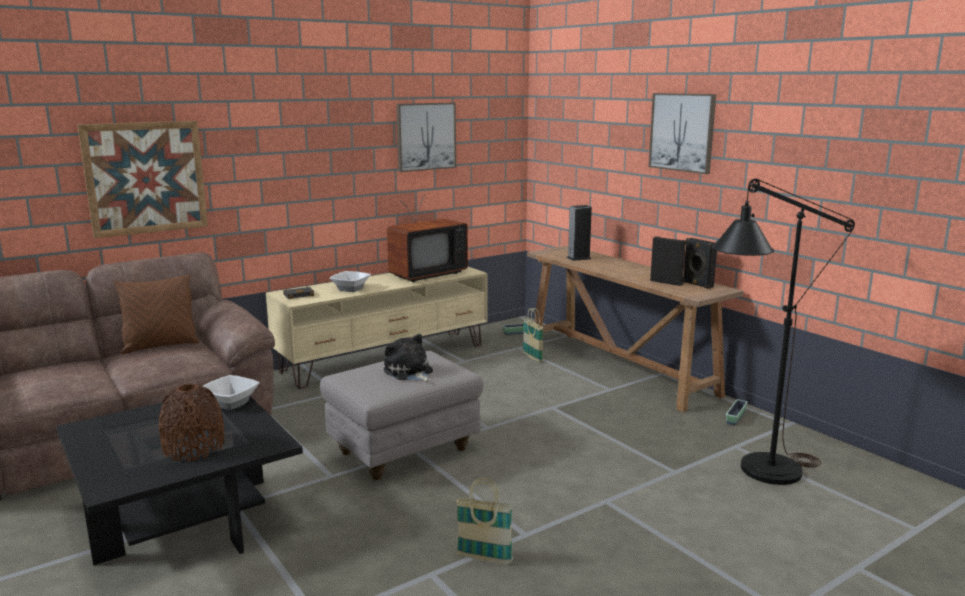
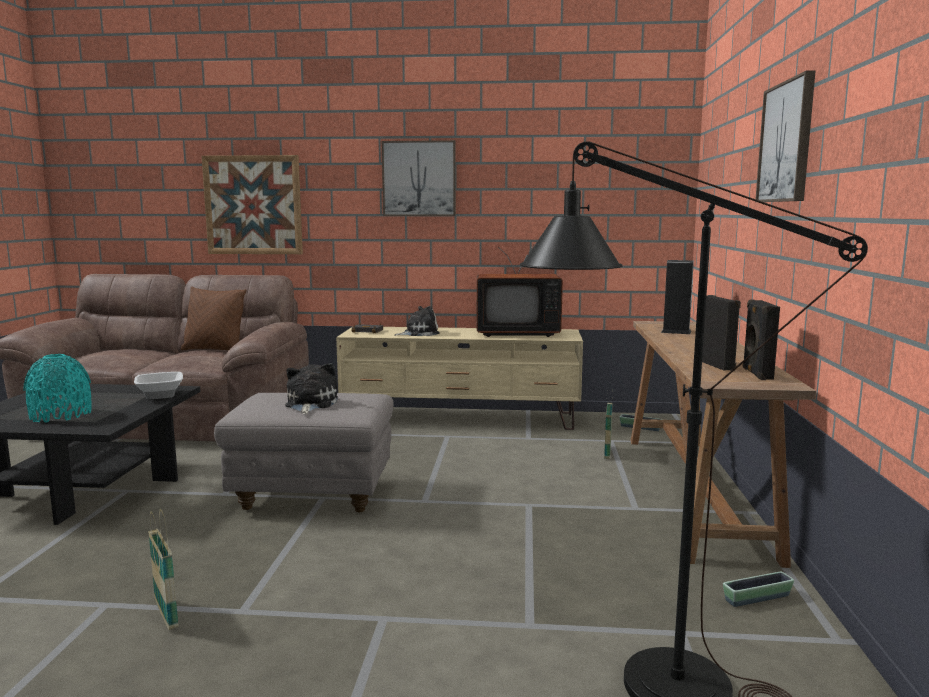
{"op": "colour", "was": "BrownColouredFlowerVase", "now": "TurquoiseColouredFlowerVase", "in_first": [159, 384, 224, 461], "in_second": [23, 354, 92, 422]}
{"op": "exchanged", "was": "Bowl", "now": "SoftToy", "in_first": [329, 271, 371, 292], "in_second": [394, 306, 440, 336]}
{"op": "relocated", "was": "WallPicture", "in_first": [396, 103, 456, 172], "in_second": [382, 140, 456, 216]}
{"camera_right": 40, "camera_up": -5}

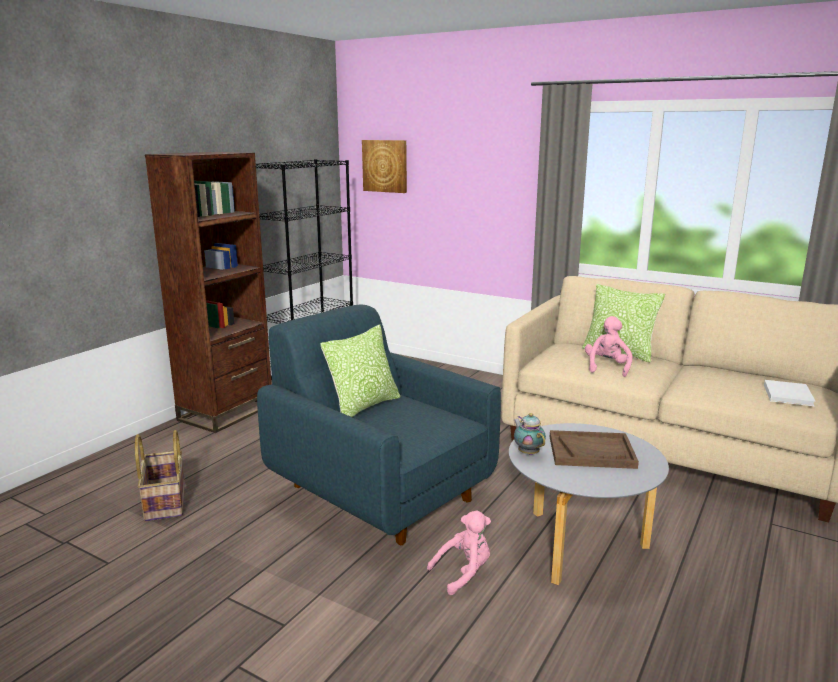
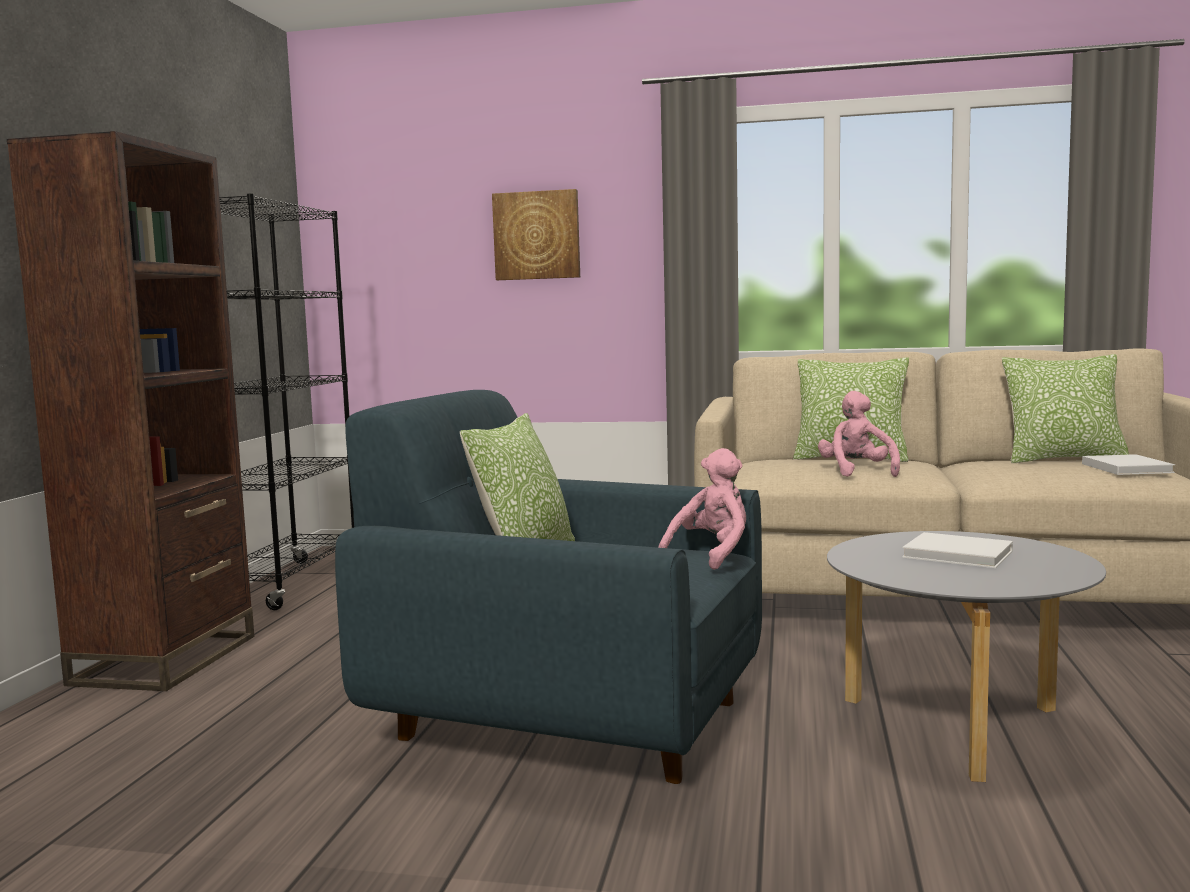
{"op": "missing", "was": "HouseholdBasket", "in_first": [135, 430, 185, 522]}
{"op": "relocated", "was": "WallPicture", "in_first": [362, 140, 407, 193], "in_second": [492, 189, 580, 280]}
{"op": "relocated", "was": "PinkSoftToy", "in_first": [427, 510, 491, 595], "in_second": [658, 448, 746, 570]}
{"op": "missing", "was": "Teapot", "in_first": [514, 413, 546, 455]}
{"op": "exchanged", "was": "BrownColouredTray", "now": "WhiteBook", "in_first": [550, 430, 639, 469], "in_second": [902, 532, 1013, 568]}
{"op": "appeared", "now": "Cushion", "in_second": [1002, 354, 1129, 463]}
{"camera_right": -20, "camera_up": -10}

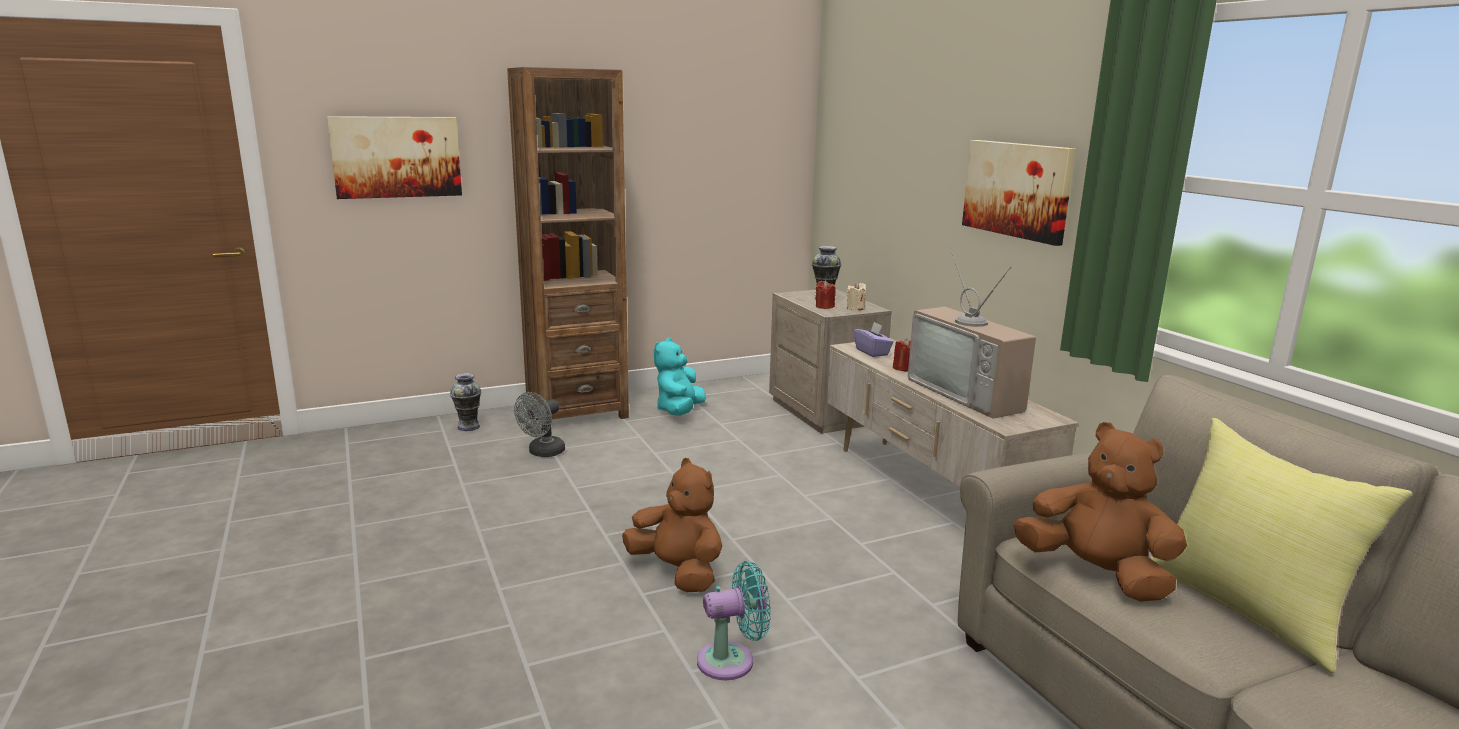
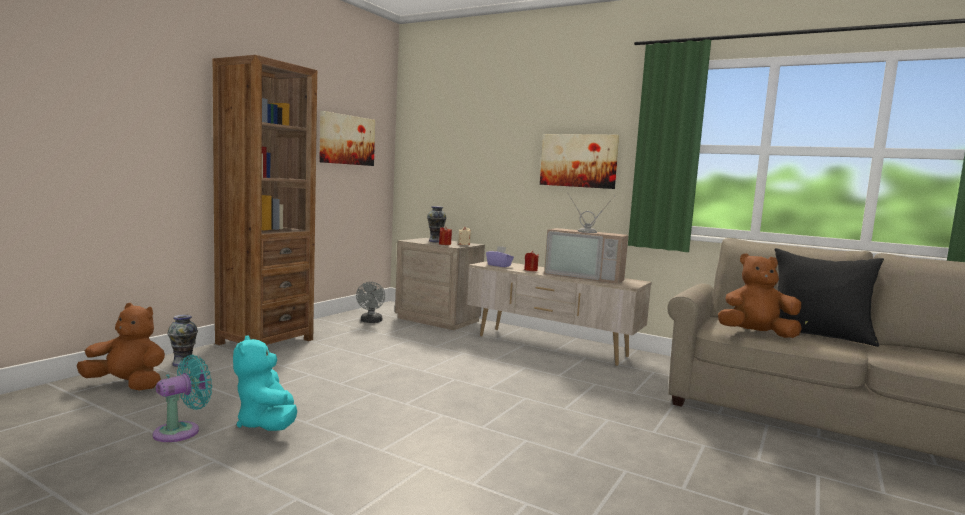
{"op": "relocated", "was": "WallPicture", "in_first": [327, 116, 462, 199], "in_second": [319, 111, 375, 166]}
{"op": "relocated", "was": "GreyFan", "in_first": [514, 392, 565, 457], "in_second": [356, 282, 385, 323]}
{"op": "relocated", "was": "BrownColouredSoftToy", "in_first": [622, 458, 722, 592], "in_second": [77, 303, 165, 390]}
{"op": "relocated", "was": "TurquoiseColouredSoftToy", "in_first": [654, 338, 706, 416], "in_second": [233, 336, 297, 431]}
{"op": "relocated", "was": "TurquoiseColouredFan", "in_first": [697, 561, 771, 680], "in_second": [153, 354, 212, 442]}
{"op": "colour", "was": "YellowColouredCushion", "now": "BlackCushion", "in_first": [1150, 418, 1412, 673], "in_second": [771, 248, 884, 347]}
{"camera_right": -35, "camera_up": -10}

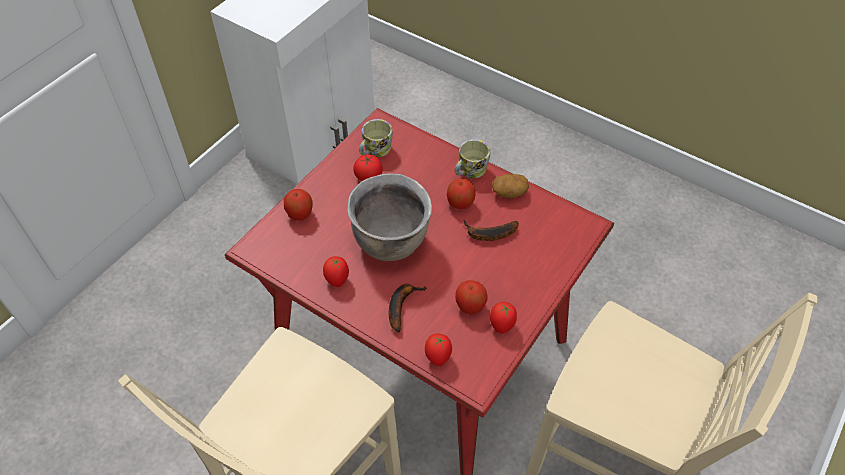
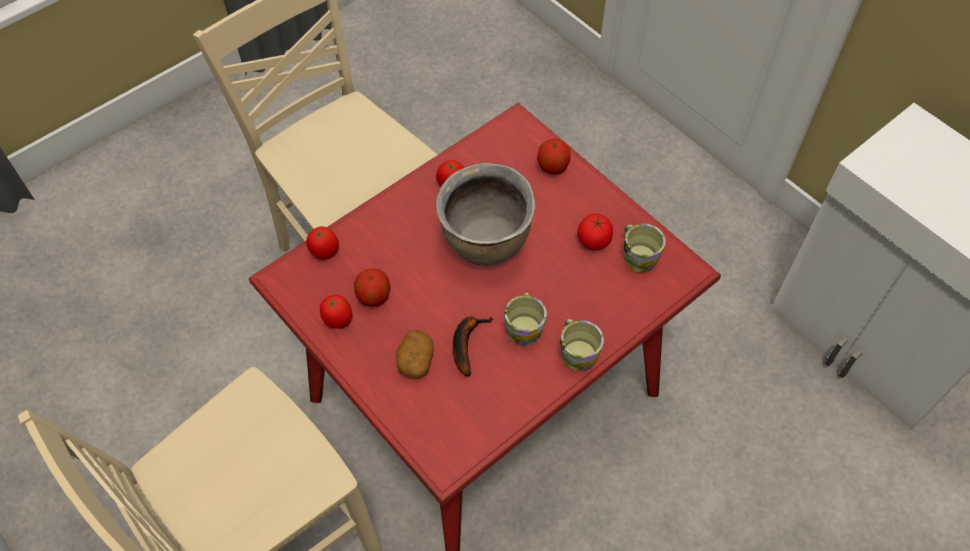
{"op": "missing", "was": "Banana", "in_first": [389, 284, 427, 332]}
{"op": "exchanged", "was": "WholeApple", "now": "CoffeeMug", "in_first": [447, 178, 475, 209], "in_second": [504, 292, 547, 346]}
{"op": "relocated", "was": "Potato", "in_first": [492, 174, 529, 198], "in_second": [396, 330, 434, 378]}
{"camera_right": 105, "camera_up": 5}

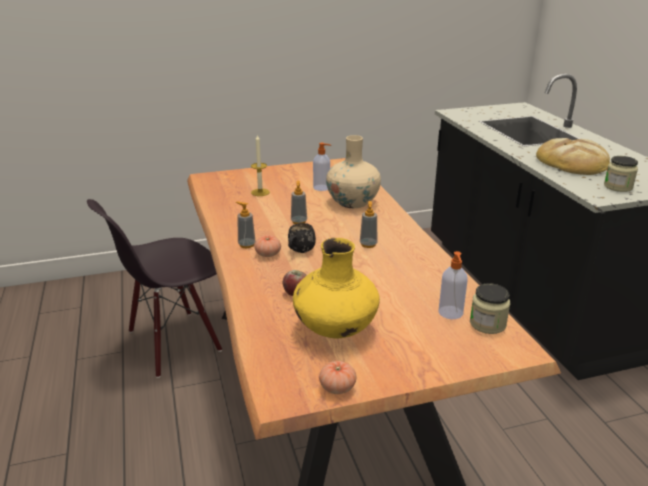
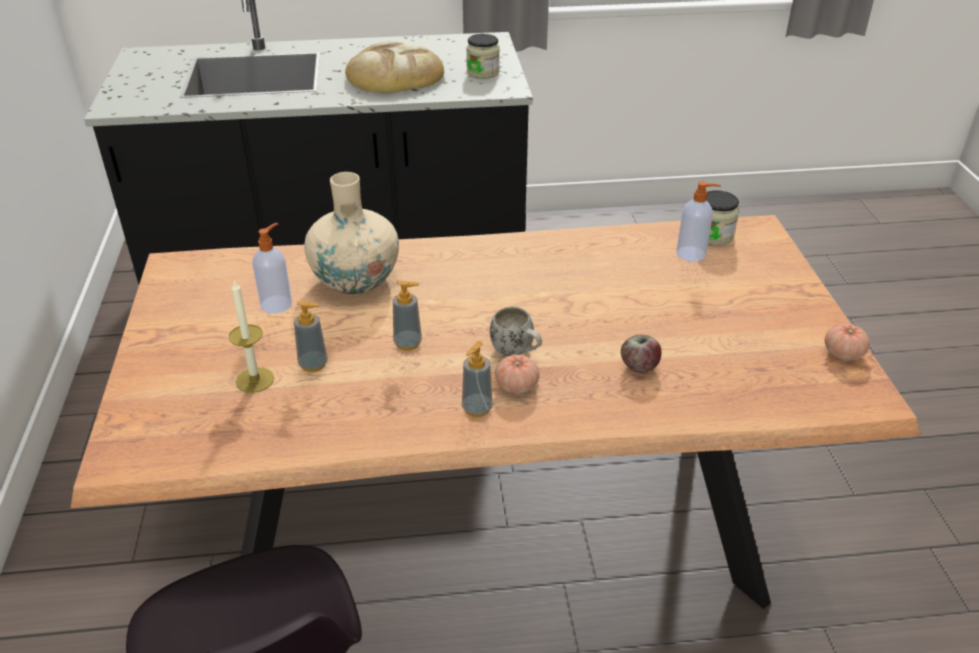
{"op": "colour", "was": "BlackCoffeeMug", "now": "WhiteCoffeeMug", "in_first": [288, 223, 316, 253], "in_second": [490, 306, 542, 356]}
{"op": "missing", "was": "YellowColouredFlowerVase", "in_first": [293, 238, 380, 338]}
{"op": "relocated", "was": "SoapBottle", "in_first": [360, 201, 377, 248], "in_second": [294, 301, 328, 372]}
{"camera_right": -80, "camera_up": 10}

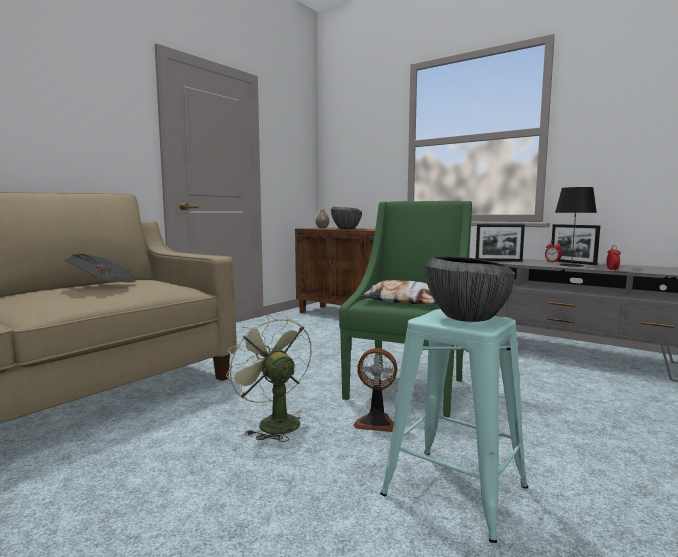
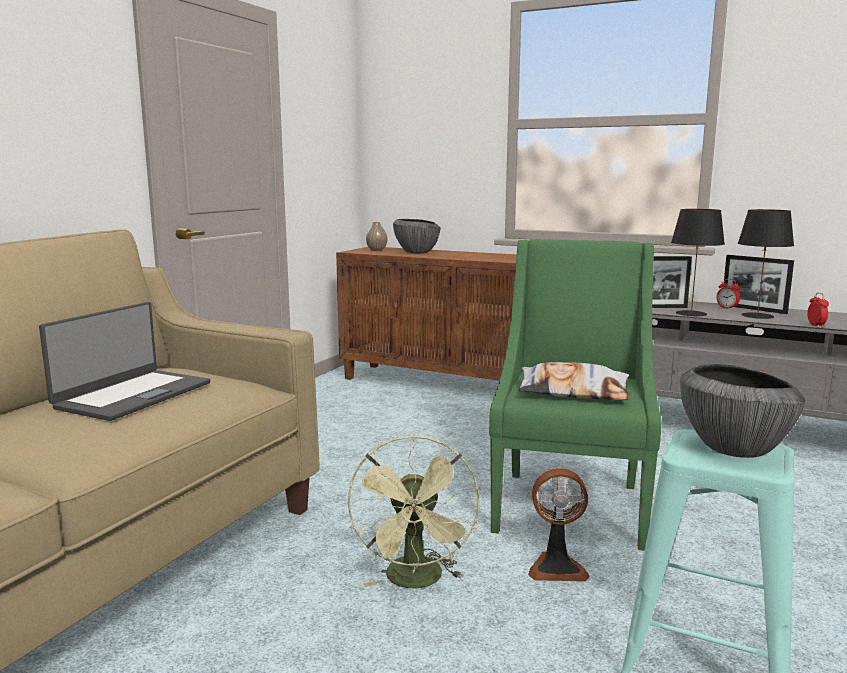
{"op": "exchanged", "was": "Newspaper", "now": "Laptop", "in_first": [65, 254, 136, 282], "in_second": [39, 302, 210, 421]}
{"op": "spun", "was": "GreenColouredFan", "in_first": [226, 315, 312, 442], "in_second": [348, 435, 480, 588], "clockwise": -135}
{"op": "appeared", "now": "BlackTableLamp", "in_second": [671, 209, 725, 316]}
{"camera_right": -10, "camera_up": 5}

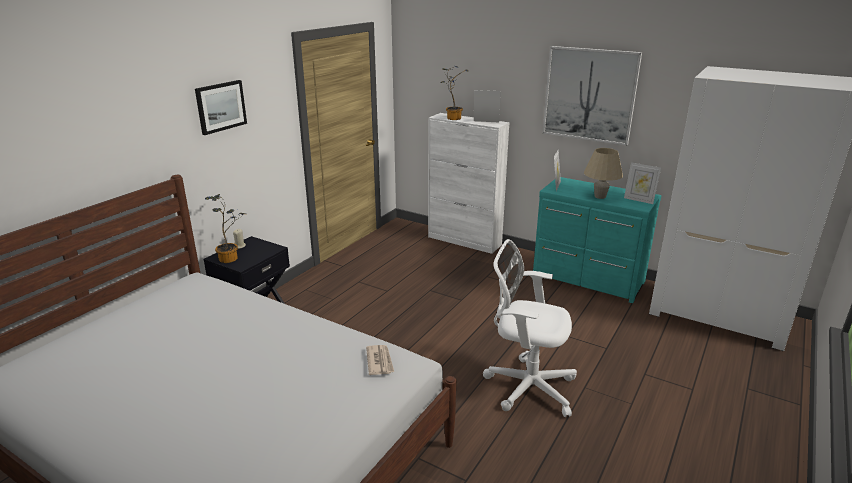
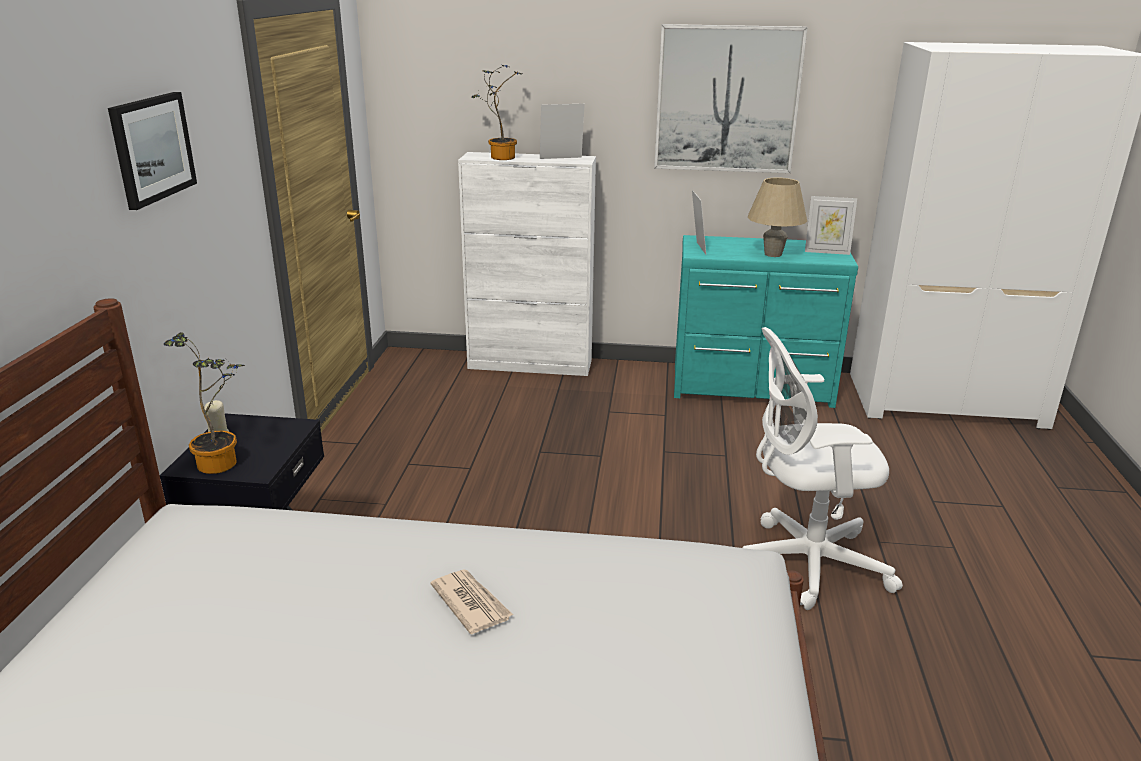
{"op": "relocated", "was": "Newspaper", "in_first": [366, 345, 394, 375], "in_second": [430, 569, 513, 634]}
{"camera_right": -25, "camera_up": 0}

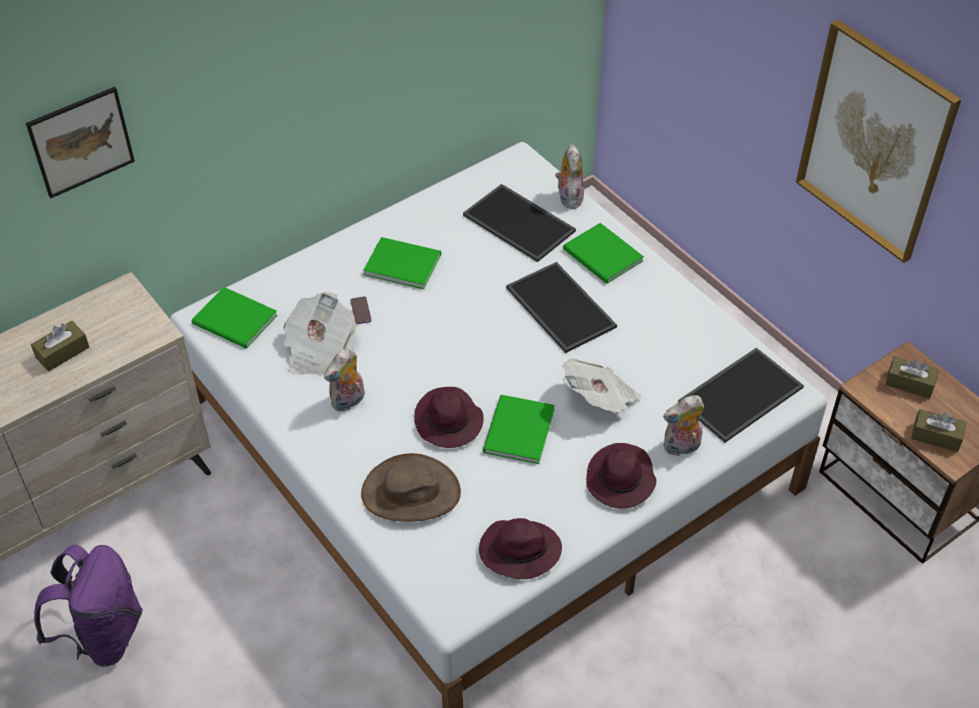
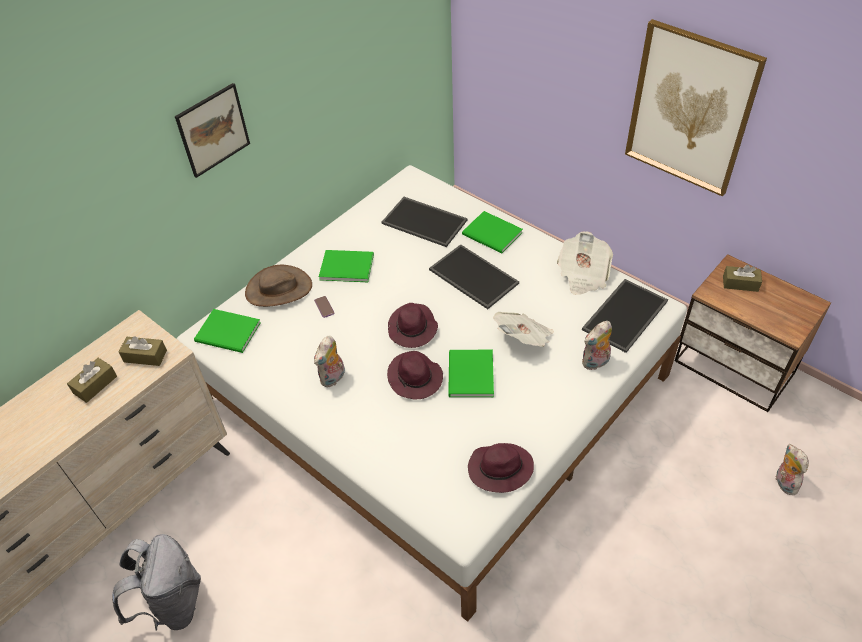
{"op": "relocated", "was": "WallPicture", "in_first": [26, 87, 135, 198], "in_second": [175, 83, 250, 178]}
{"op": "colour", "was": "PurpleColouredRucksack", "now": "GreyRucksack", "in_first": [34, 545, 143, 667], "in_second": [112, 534, 201, 631]}
{"op": "relocated", "was": "Newspaper", "in_first": [283, 292, 356, 375], "in_second": [557, 231, 613, 295]}
{"op": "relocated", "was": "BrownColouredHat", "in_first": [361, 453, 461, 522], "in_second": [245, 265, 312, 307]}
{"op": "relocated", "was": "SoftToy", "in_first": [556, 144, 584, 209], "in_second": [775, 444, 809, 495]}
{"op": "relocated", "was": "PurpleColouredHat", "in_first": [586, 443, 656, 509], "in_second": [388, 303, 438, 348]}
{"op": "relocated", "was": "BrownColouredTissueHolder", "in_first": [911, 409, 966, 452], "in_second": [119, 336, 167, 366]}
{"camera_right": -10, "camera_up": 0}

